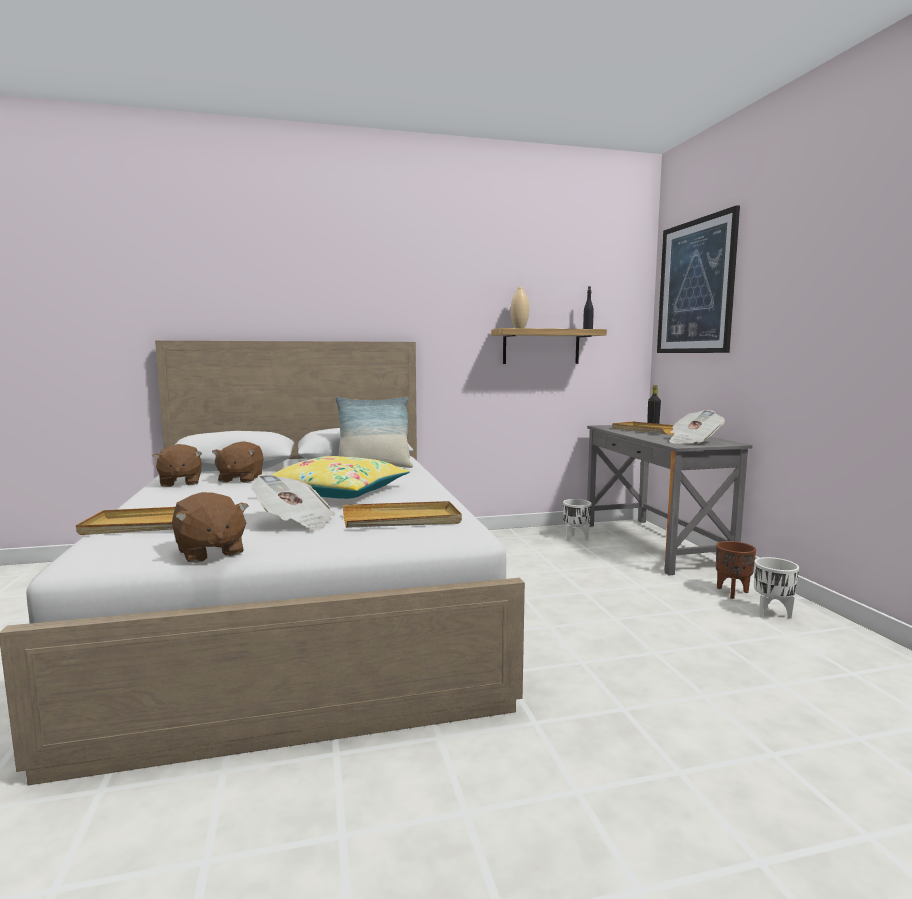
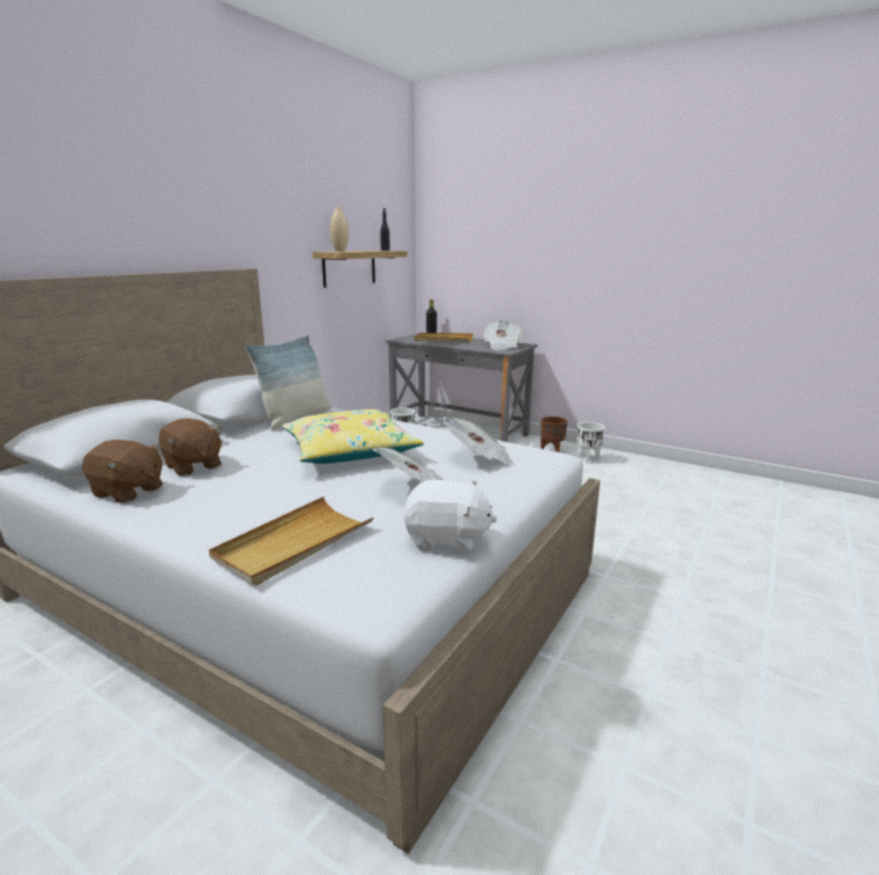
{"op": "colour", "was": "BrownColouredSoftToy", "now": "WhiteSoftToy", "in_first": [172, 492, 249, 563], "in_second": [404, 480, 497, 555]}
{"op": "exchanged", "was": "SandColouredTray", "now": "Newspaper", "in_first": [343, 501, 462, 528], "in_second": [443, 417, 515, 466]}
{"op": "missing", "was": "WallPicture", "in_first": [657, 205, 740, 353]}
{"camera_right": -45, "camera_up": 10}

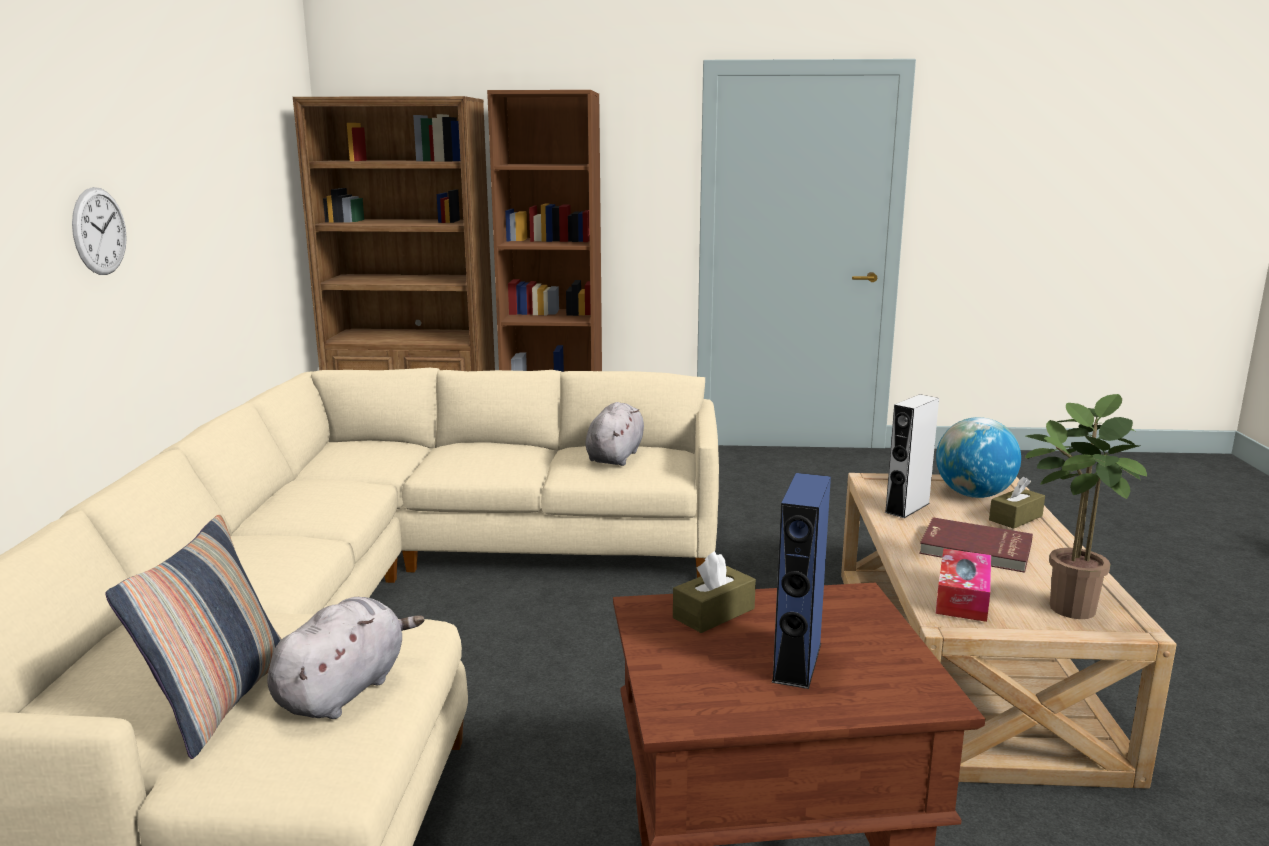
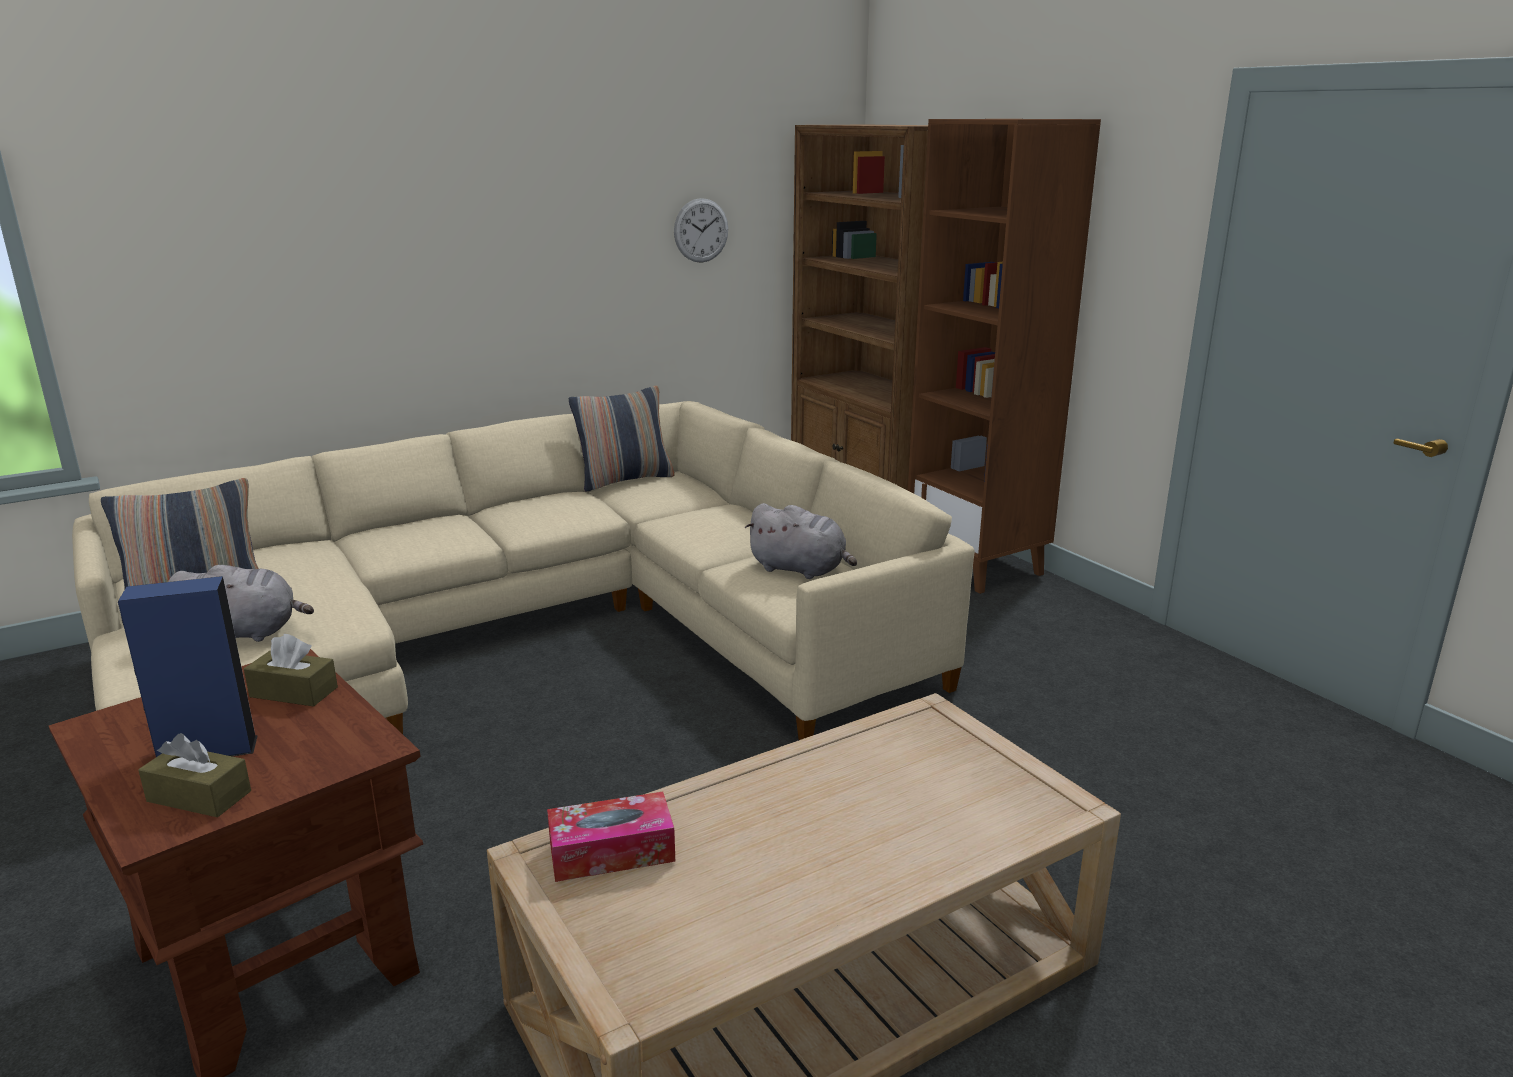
{"op": "relocated", "was": "WallClock", "in_first": [72, 187, 127, 275], "in_second": [674, 198, 728, 263]}
{"op": "spun", "was": "GreySoftToy", "in_first": [585, 402, 644, 466], "in_second": [745, 503, 857, 579], "clockwise": 45}
{"op": "missing", "was": "GreyAudioSpeaker", "in_first": [885, 394, 939, 518]}
{"op": "missing", "was": "ReddishBook", "in_first": [919, 517, 1033, 573]}
{"op": "missing", "was": "WorldGlobe", "in_first": [936, 417, 1021, 498]}
{"op": "relocated", "was": "BrownColouredTissueHolder", "in_first": [989, 477, 1045, 529], "in_second": [138, 733, 251, 818]}
{"op": "missing", "was": "Houseplant", "in_first": [1025, 394, 1147, 619]}
{"op": "appeared", "now": "Cushion", "in_second": [569, 386, 675, 492]}
{"camera_right": 55, "camera_up": 5}

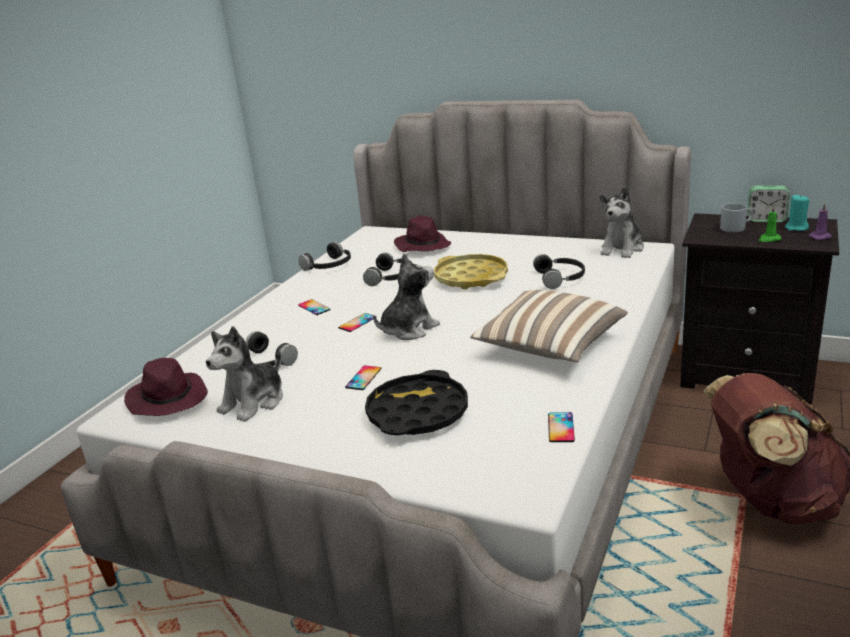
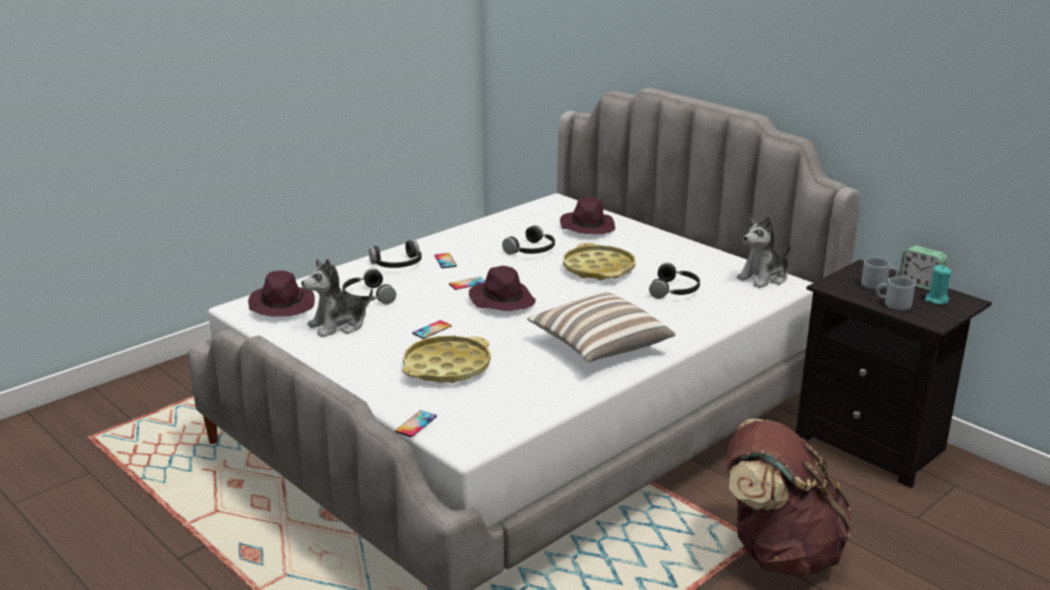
{"op": "relocated", "was": "BlackHeadphones", "in_first": [298, 242, 351, 271], "in_second": [369, 240, 422, 268]}
{"op": "colour", "was": "BlackTray", "now": "YellowColouredTray", "in_first": [365, 370, 468, 435], "in_second": [402, 335, 490, 383]}
{"op": "exchanged", "was": "SoftToy", "now": "PurpleColouredHat", "in_first": [373, 253, 440, 340], "in_second": [469, 266, 536, 311]}
{"op": "relocated", "was": "Phone", "in_first": [548, 412, 575, 442], "in_second": [395, 410, 437, 437]}
{"op": "exchanged", "was": "GreenColouredWaxCandle", "now": "GreyCoffeeMug", "in_first": [759, 205, 781, 242], "in_second": [876, 277, 915, 310]}
{"op": "missing", "was": "PurpleColouredWaxCandle", "in_first": [809, 203, 832, 240]}
{"camera_right": 20, "camera_up": 0}

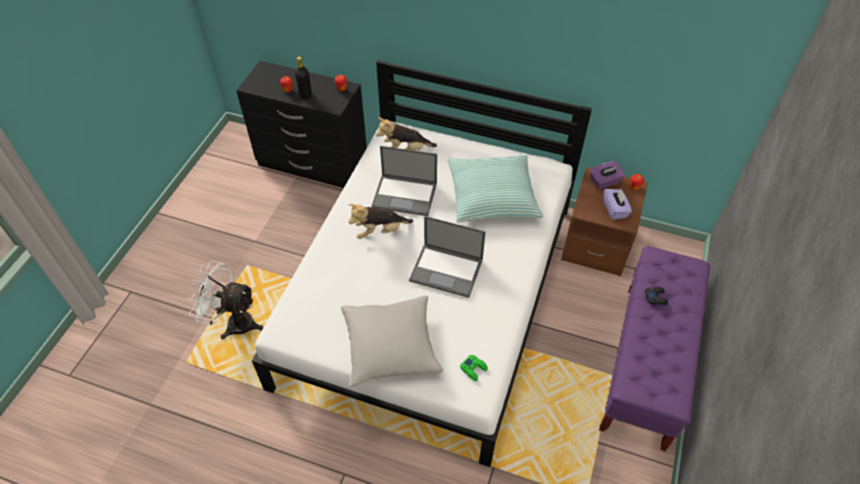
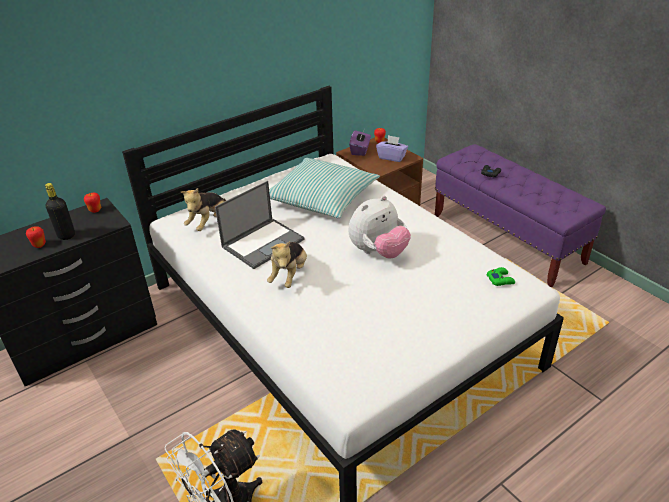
{"op": "missing", "was": "GreyCushion", "in_first": [340, 296, 443, 388]}
{"op": "exchanged", "was": "Laptop", "now": "SoftToy", "in_first": [409, 216, 486, 298], "in_second": [349, 196, 411, 258]}
{"camera_right": -55, "camera_up": -15}

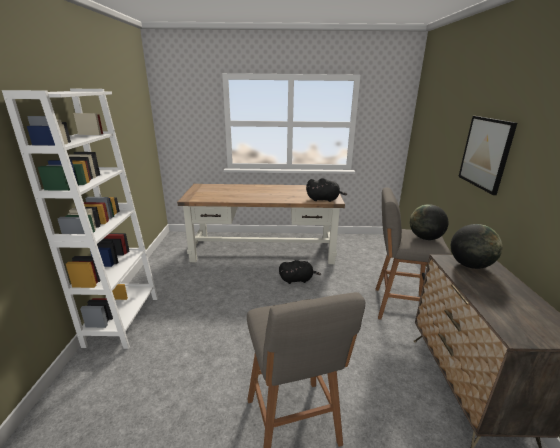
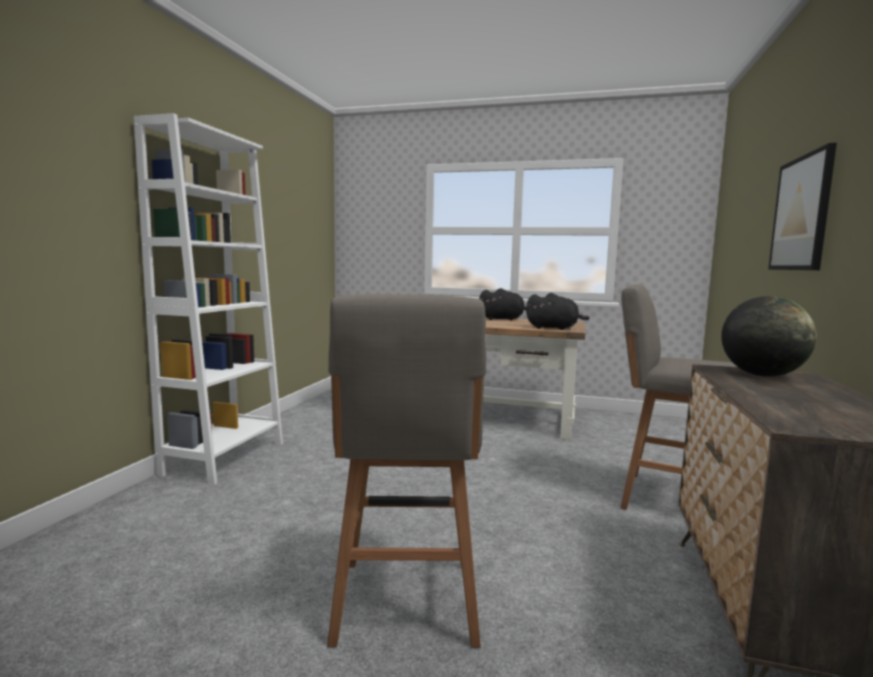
{"op": "relocated", "was": "BlackSoftToy", "in_first": [279, 260, 321, 284], "in_second": [479, 288, 526, 320]}
{"op": "missing", "was": "WorldGlobe", "in_first": [410, 204, 449, 240]}
{"camera_right": 15, "camera_up": -15}

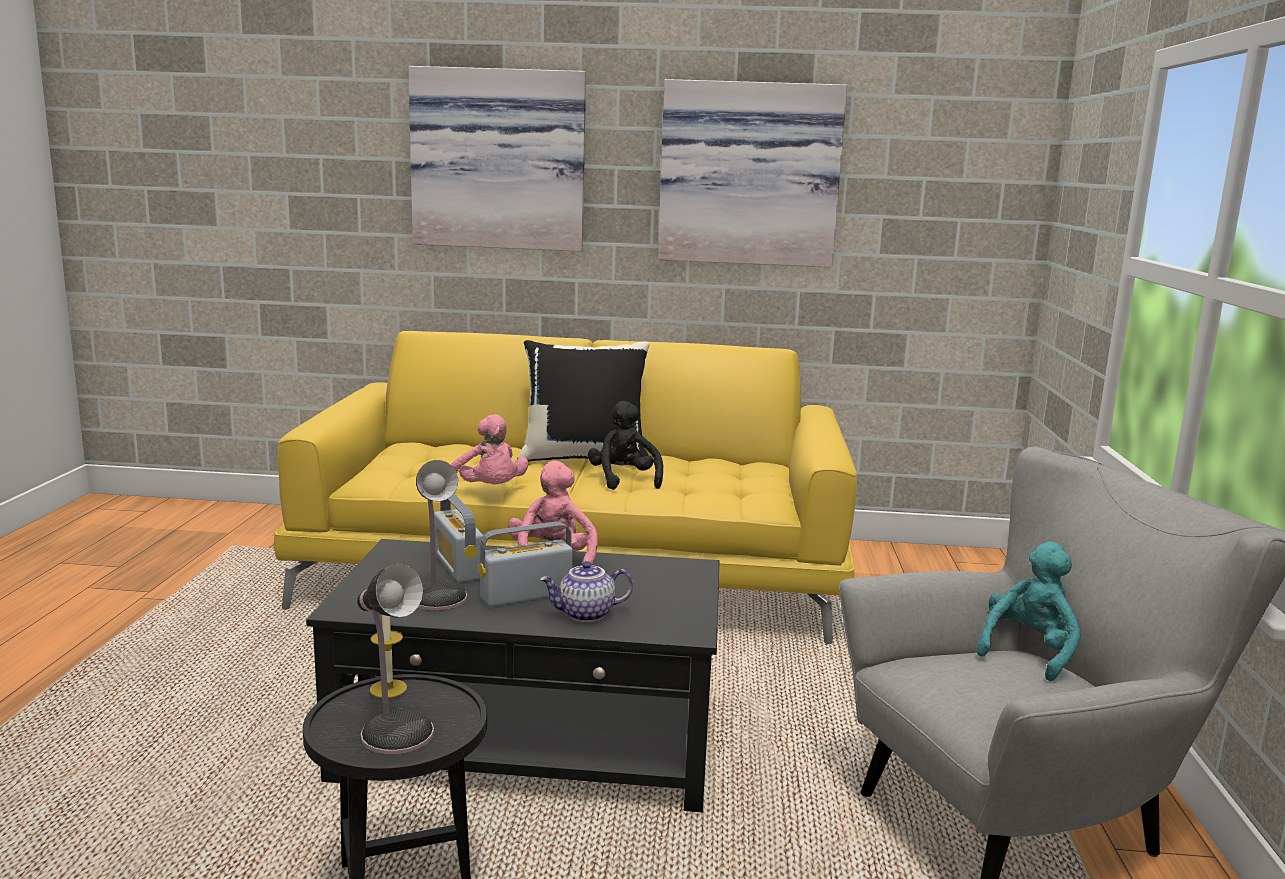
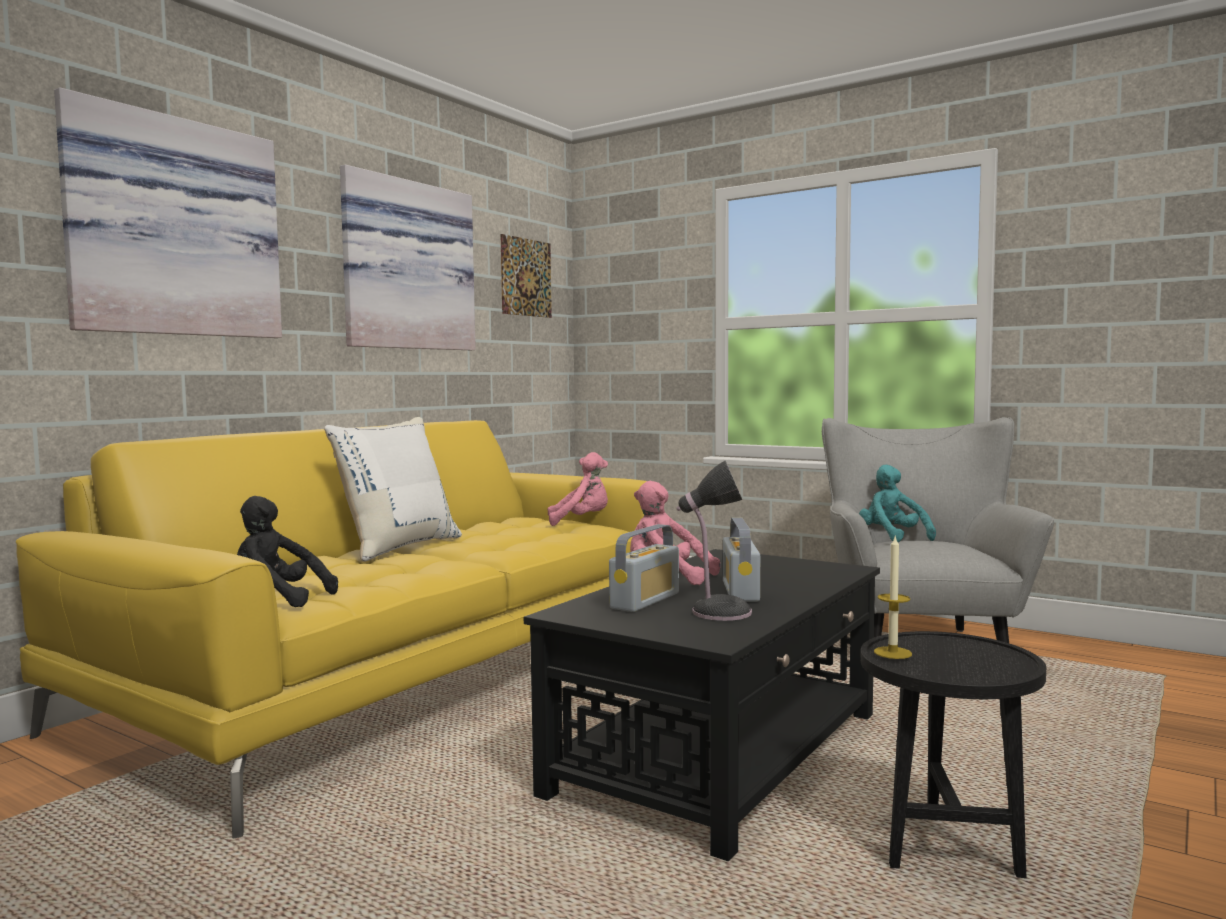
{"op": "missing", "was": "TableLamp", "in_first": [357, 564, 434, 754]}
{"op": "spun", "was": "RadioSet", "in_first": [434, 494, 483, 582], "in_second": [609, 524, 679, 612], "clockwise": -60}
{"op": "relocated", "was": "PinkSoftToy", "in_first": [451, 414, 529, 485], "in_second": [547, 452, 608, 526]}
{"op": "colour", "was": "BlackCushion", "now": "WhiteCushion", "in_first": [517, 340, 649, 462], "in_second": [324, 417, 462, 562]}
{"op": "missing", "was": "Teapot", "in_first": [540, 561, 633, 622]}
{"op": "relocated", "was": "BlackSoftToy", "in_first": [588, 401, 663, 490], "in_second": [237, 496, 338, 607]}
{"op": "appeared", "now": "WallPicture", "in_second": [501, 234, 552, 318]}
{"camera_right": -60, "camera_up": -10}

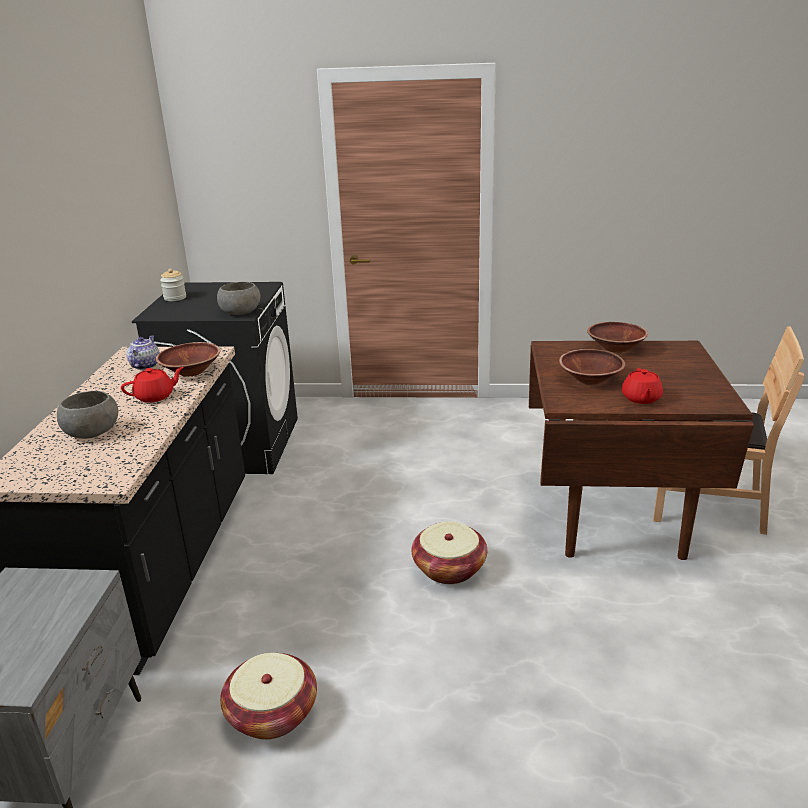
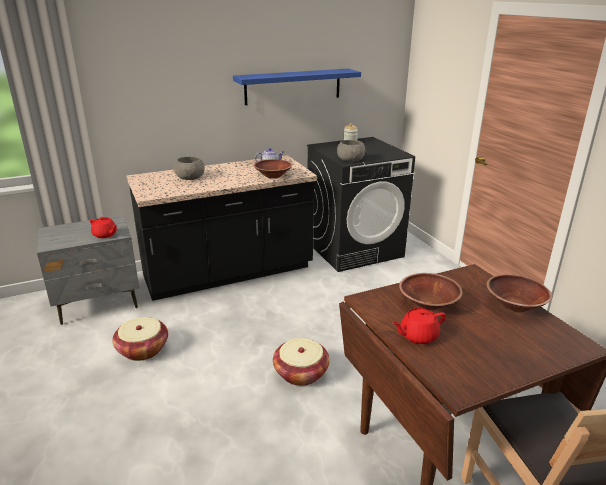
{"op": "relocated", "was": "ReddishTeapot", "in_first": [121, 367, 184, 403], "in_second": [90, 217, 117, 238]}
{"op": "appeared", "now": "BlueBracketShelf", "in_second": [233, 69, 361, 105]}
{"camera_right": 60, "camera_up": 0}

